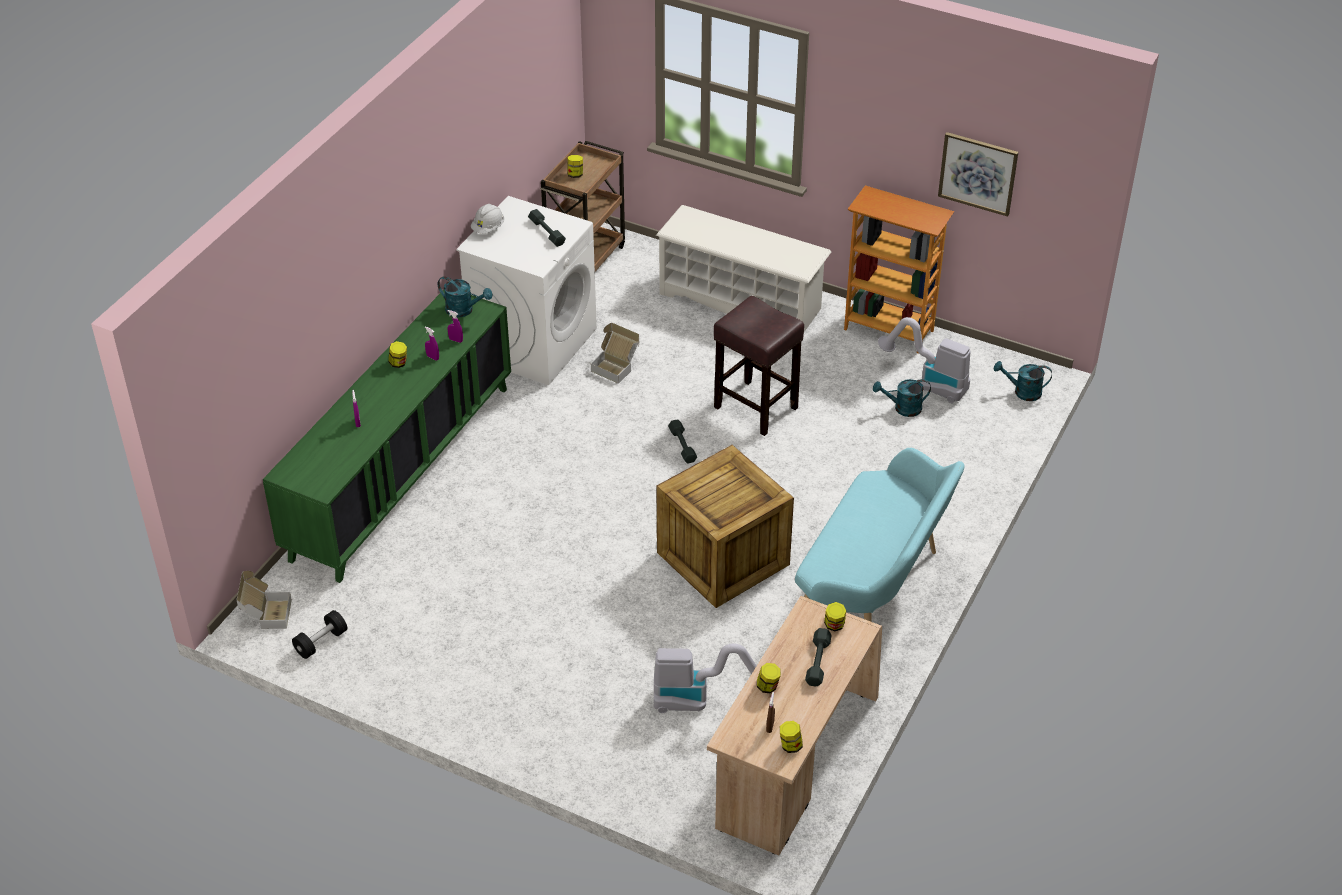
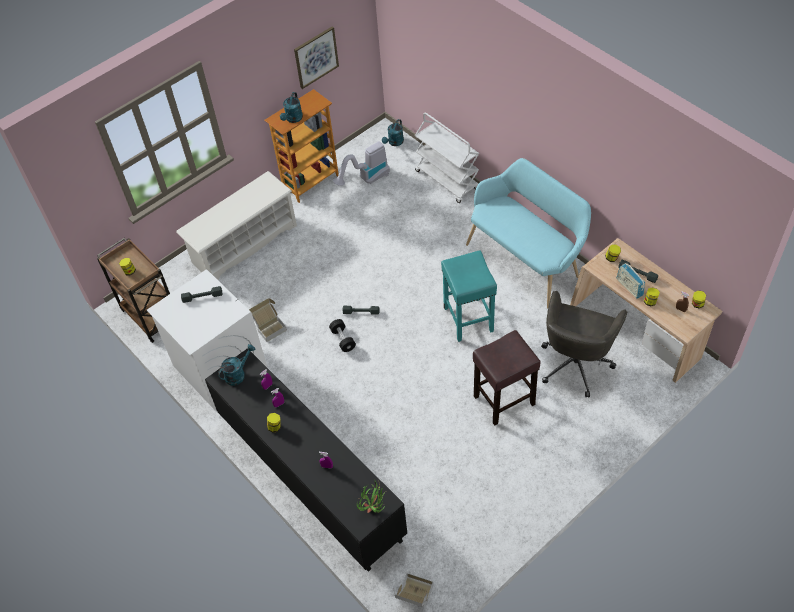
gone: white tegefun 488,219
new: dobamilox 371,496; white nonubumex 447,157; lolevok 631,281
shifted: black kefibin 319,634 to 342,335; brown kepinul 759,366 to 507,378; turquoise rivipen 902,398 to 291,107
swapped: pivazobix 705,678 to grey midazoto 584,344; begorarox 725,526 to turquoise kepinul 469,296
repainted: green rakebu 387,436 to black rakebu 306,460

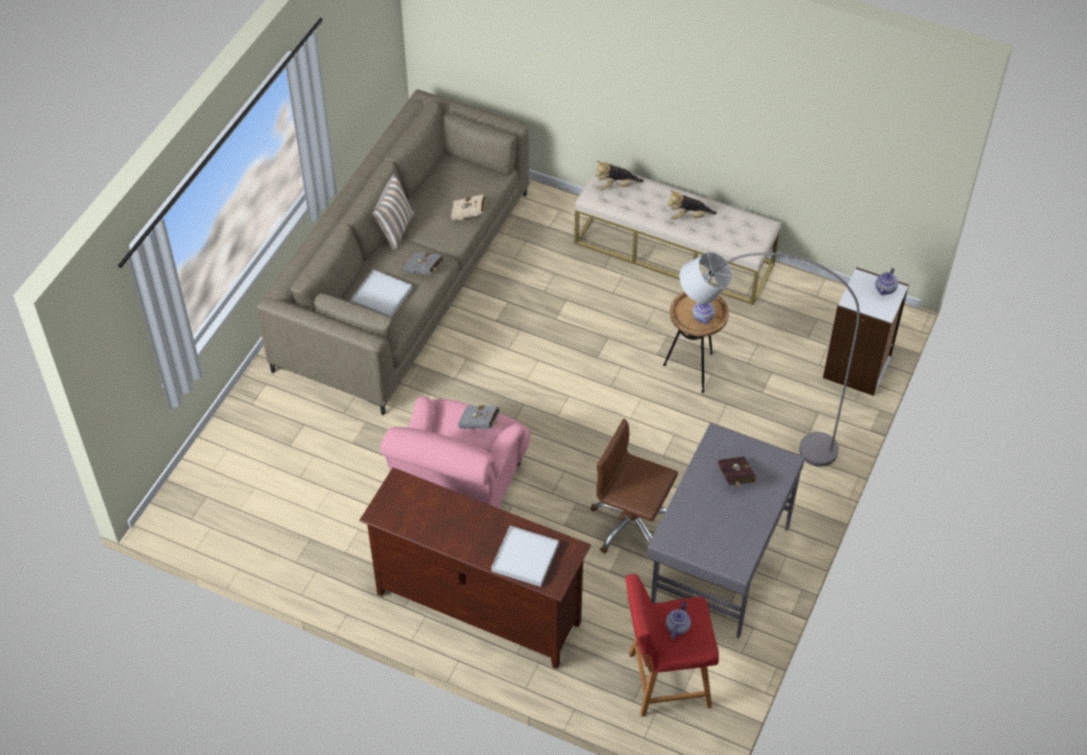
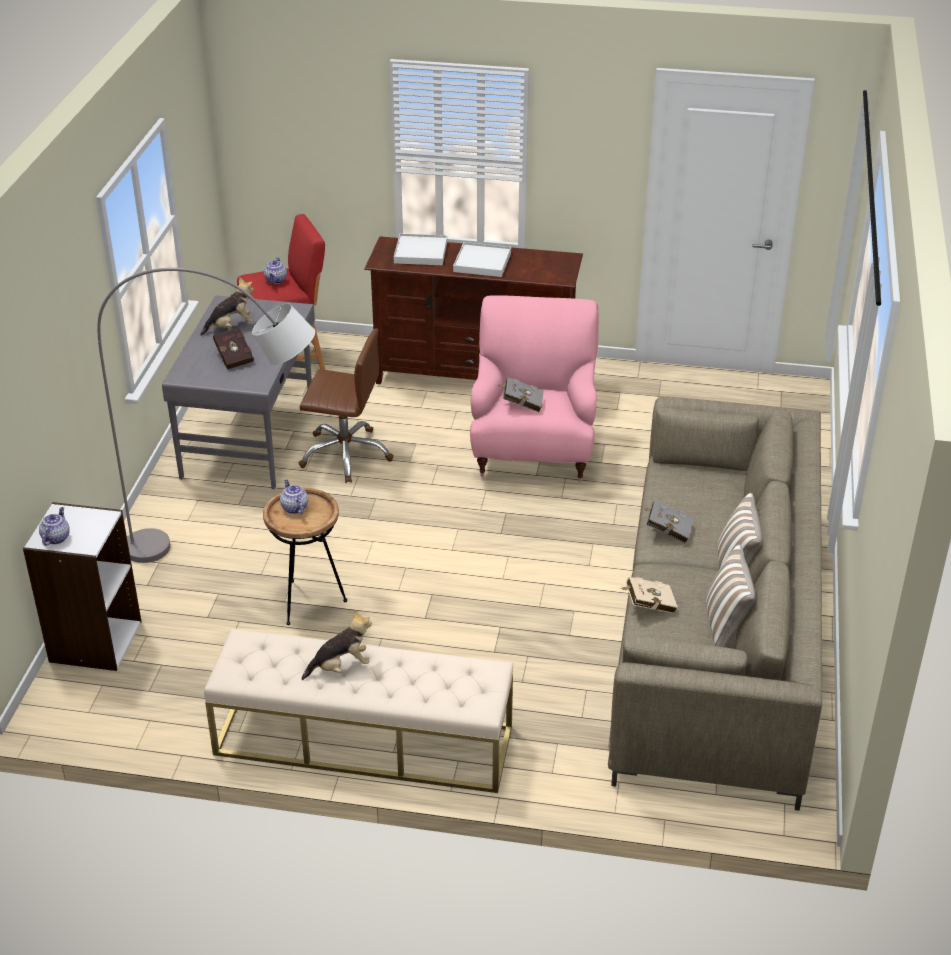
new: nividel 730,595
shifted: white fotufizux 381,294 to 482,259; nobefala 619,175 to 227,306

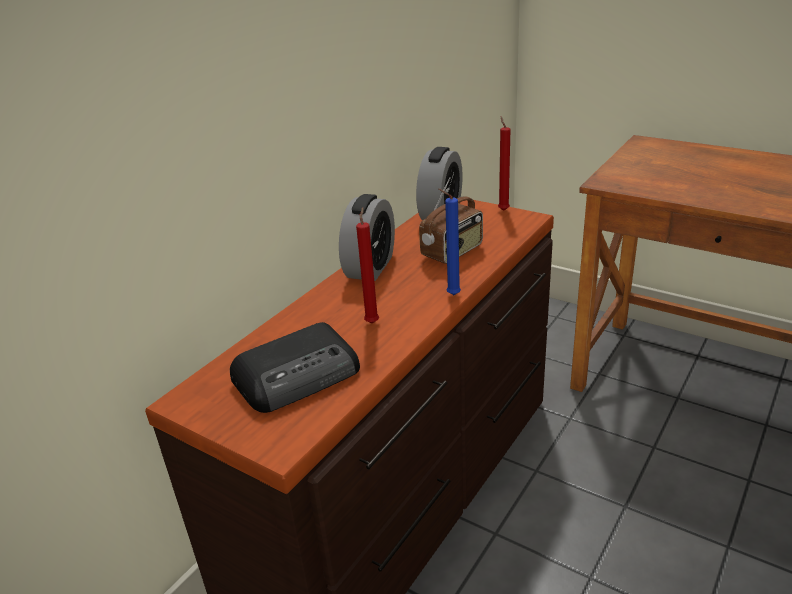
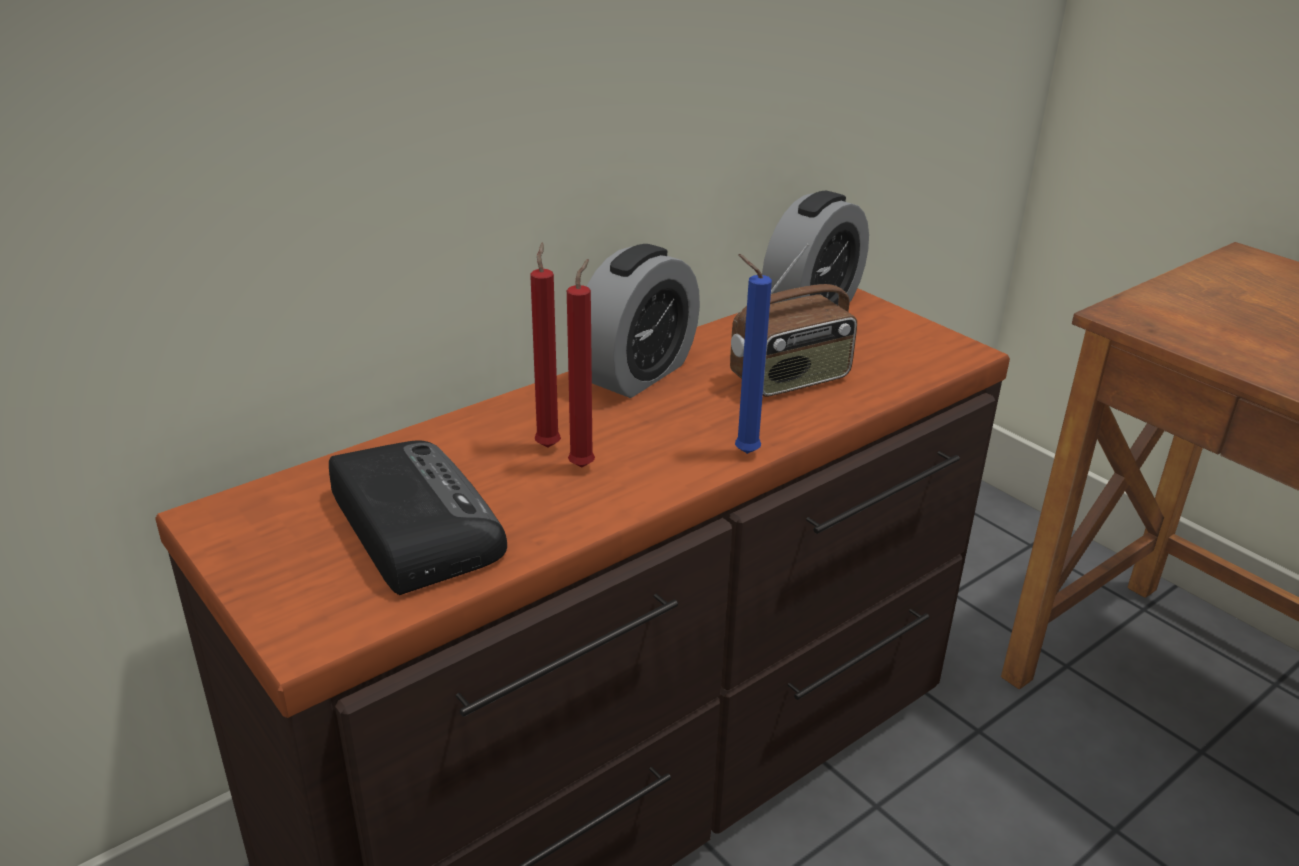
shifted: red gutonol 504,164 to 545,345
rotated: lolevok 295,367 = 418,517 105 degrees counterclockwise

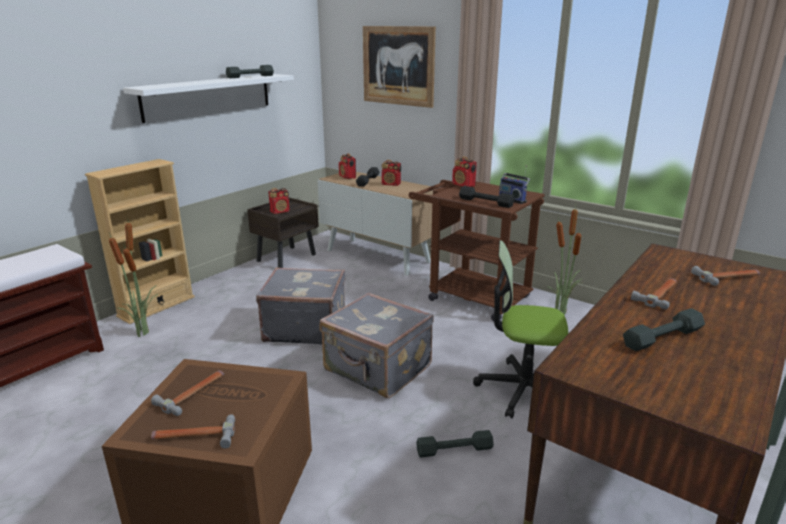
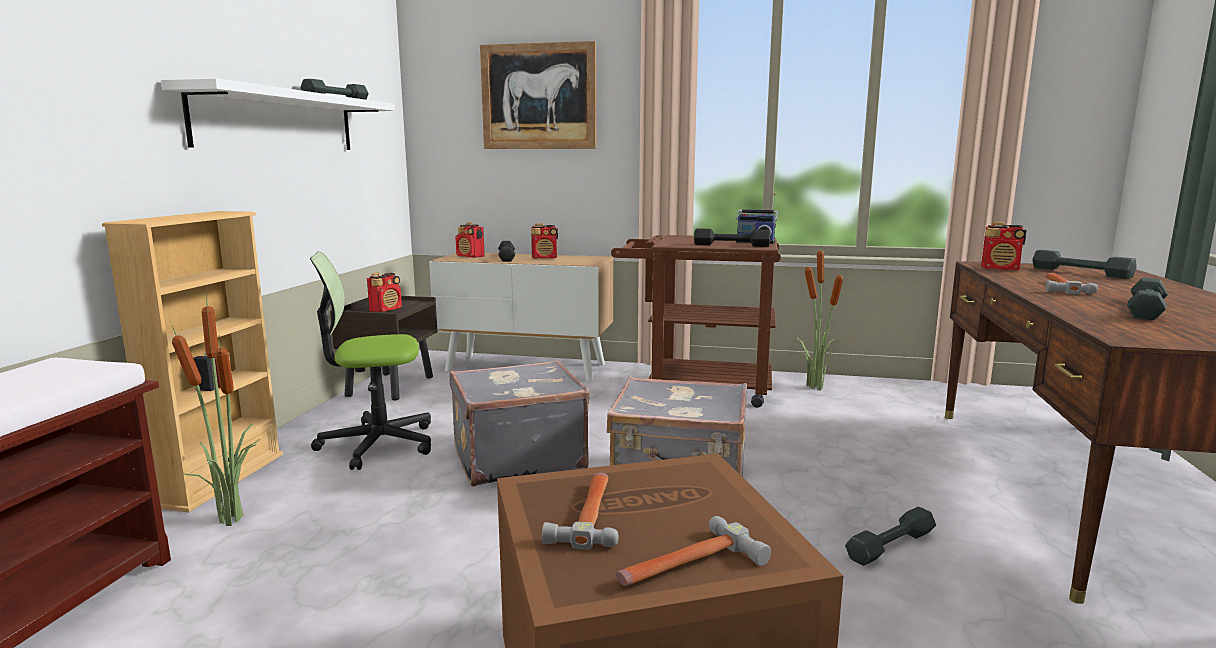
shifted: lolevok 464,171 to 1003,246; midazoto 520,329 to 370,361
swapped: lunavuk 725,276 to grey kefibin 1084,264

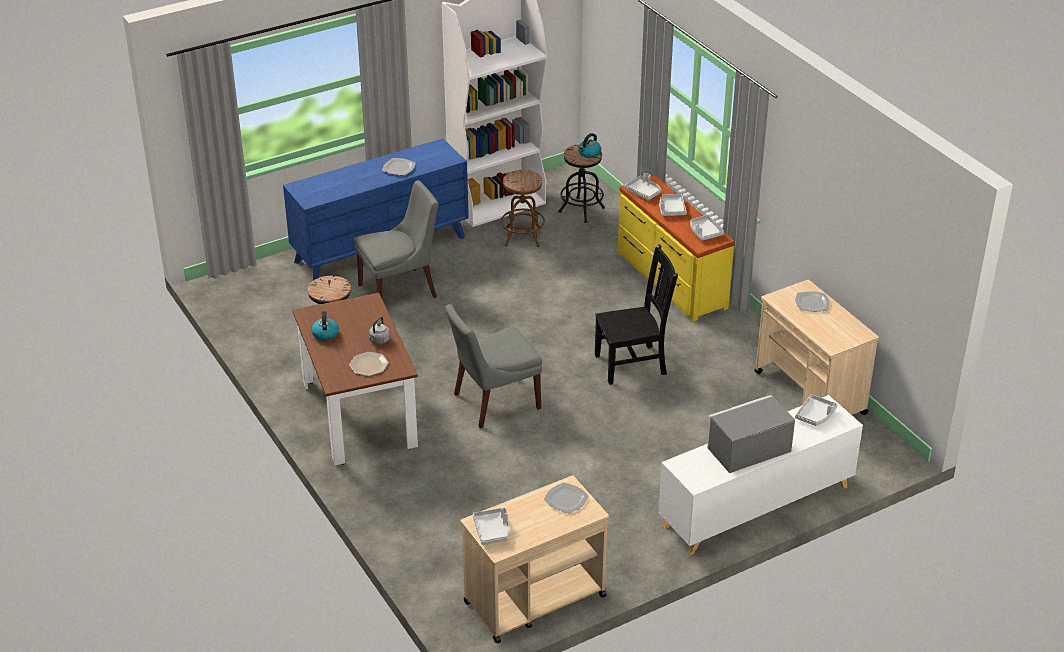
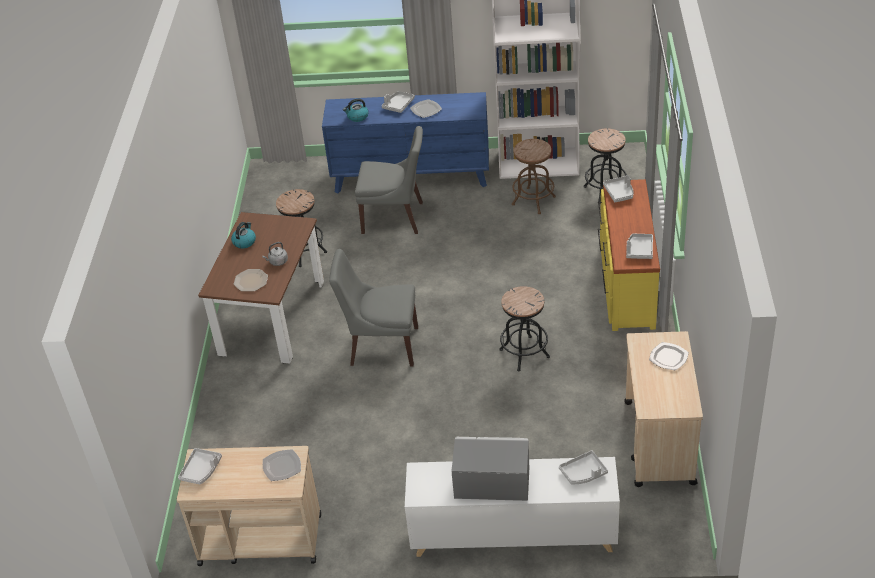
shifted: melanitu 589,145 to 356,110; grey fotufizux 673,205 to 398,102
swapped: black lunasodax 636,314 to black kepinul 524,328

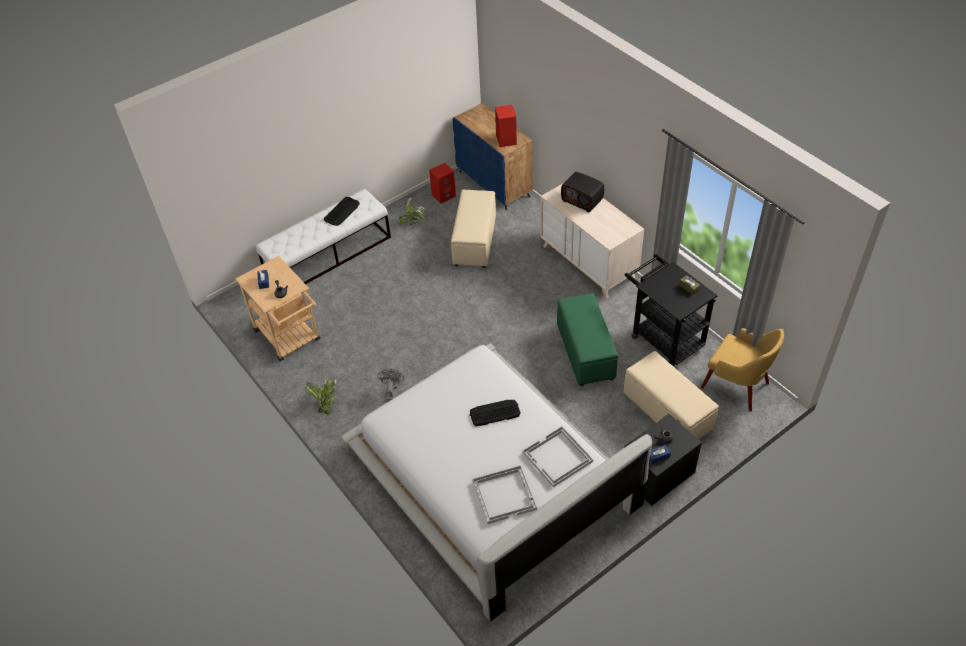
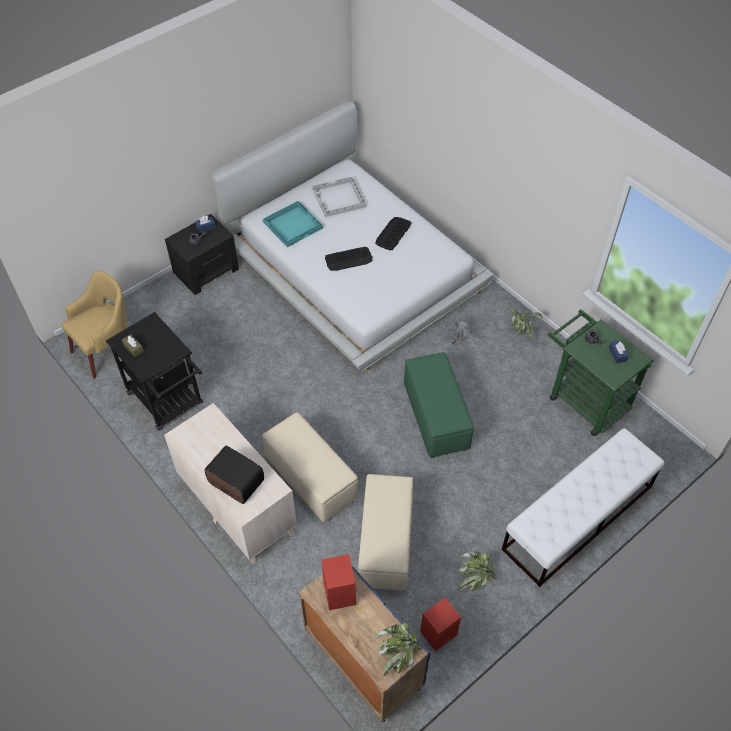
new: dobamilox 399,649
shifted: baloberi 342,211 to 393,233; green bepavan 587,339 to 439,405; beige bepavan 671,395 to 310,467
repainted: beige nonubumex 278,309 to green nonubumex 601,372; white fotufizux 558,457 to turquoise fotufizux 293,224
rotated: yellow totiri 742,370 = 94,324 105 degrees clockwise

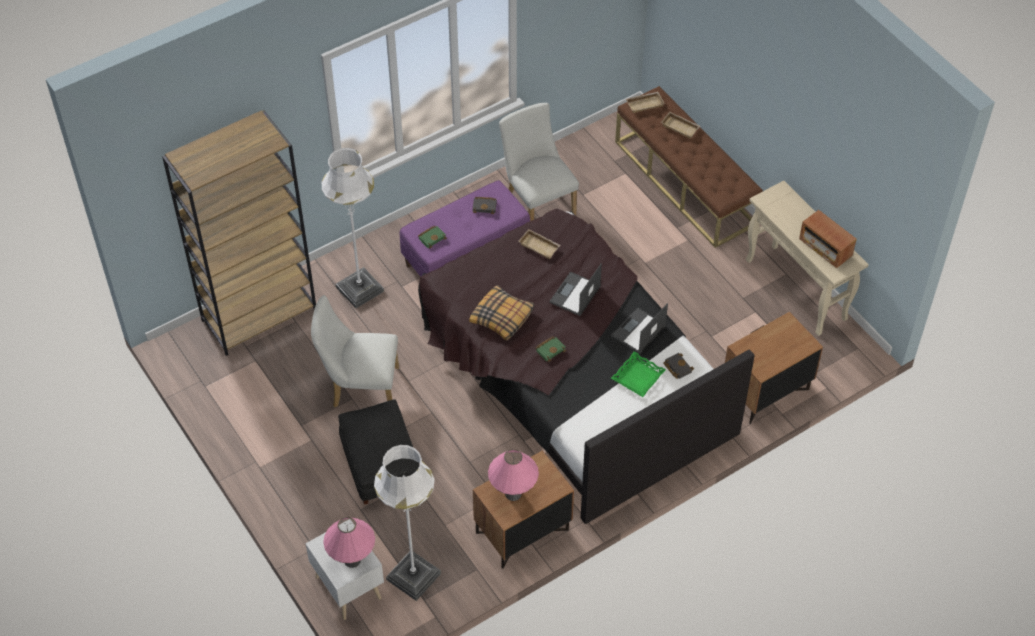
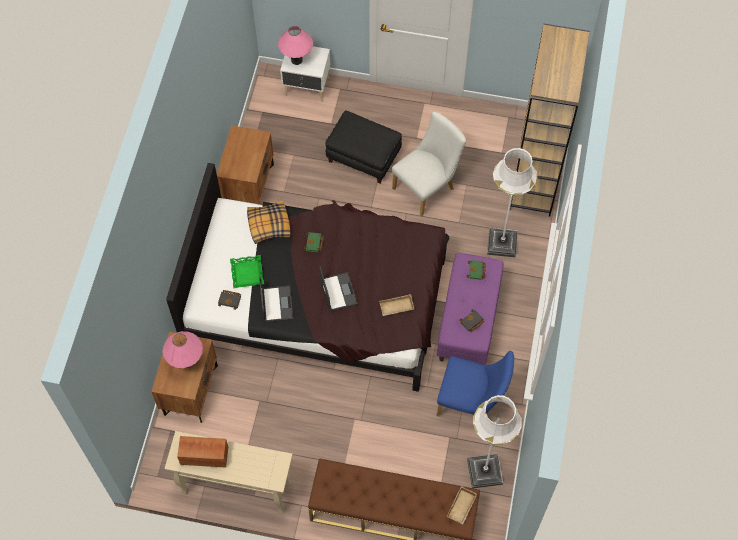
gone: beige fotufizux 680,125
shifted: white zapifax 407,523 to 494,441; nividel 501,313 to 269,222; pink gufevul 513,475 to 182,349
repainted: white lunasodax 539,162 to blue lunasodax 475,383

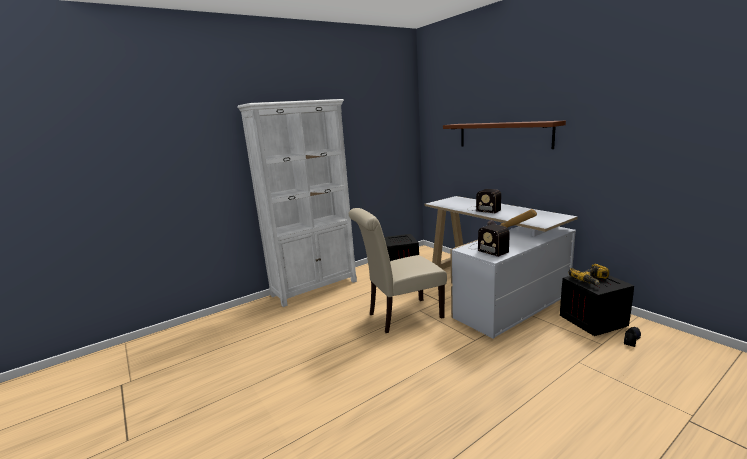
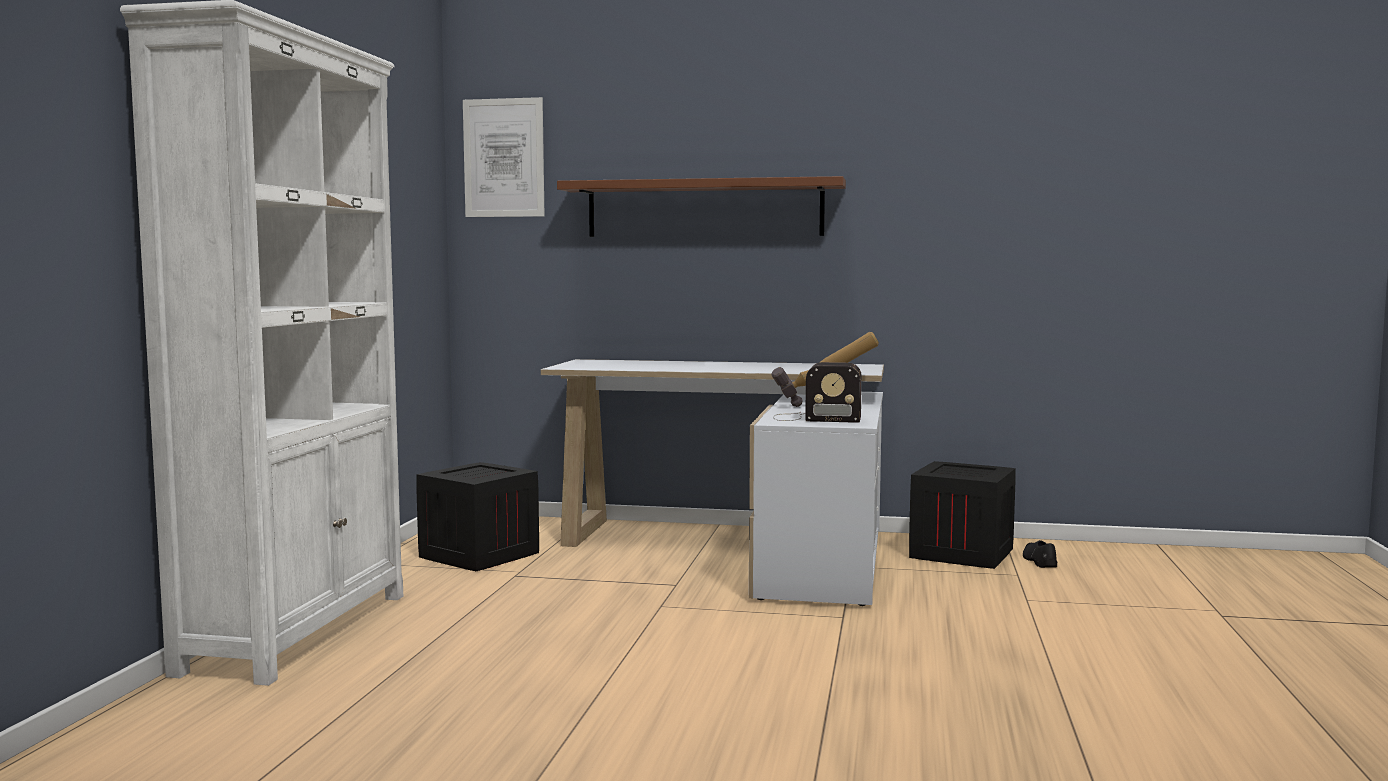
gone: beige lunasodax 398,270; lolevok 484,201; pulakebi 589,274
new: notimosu 504,157

